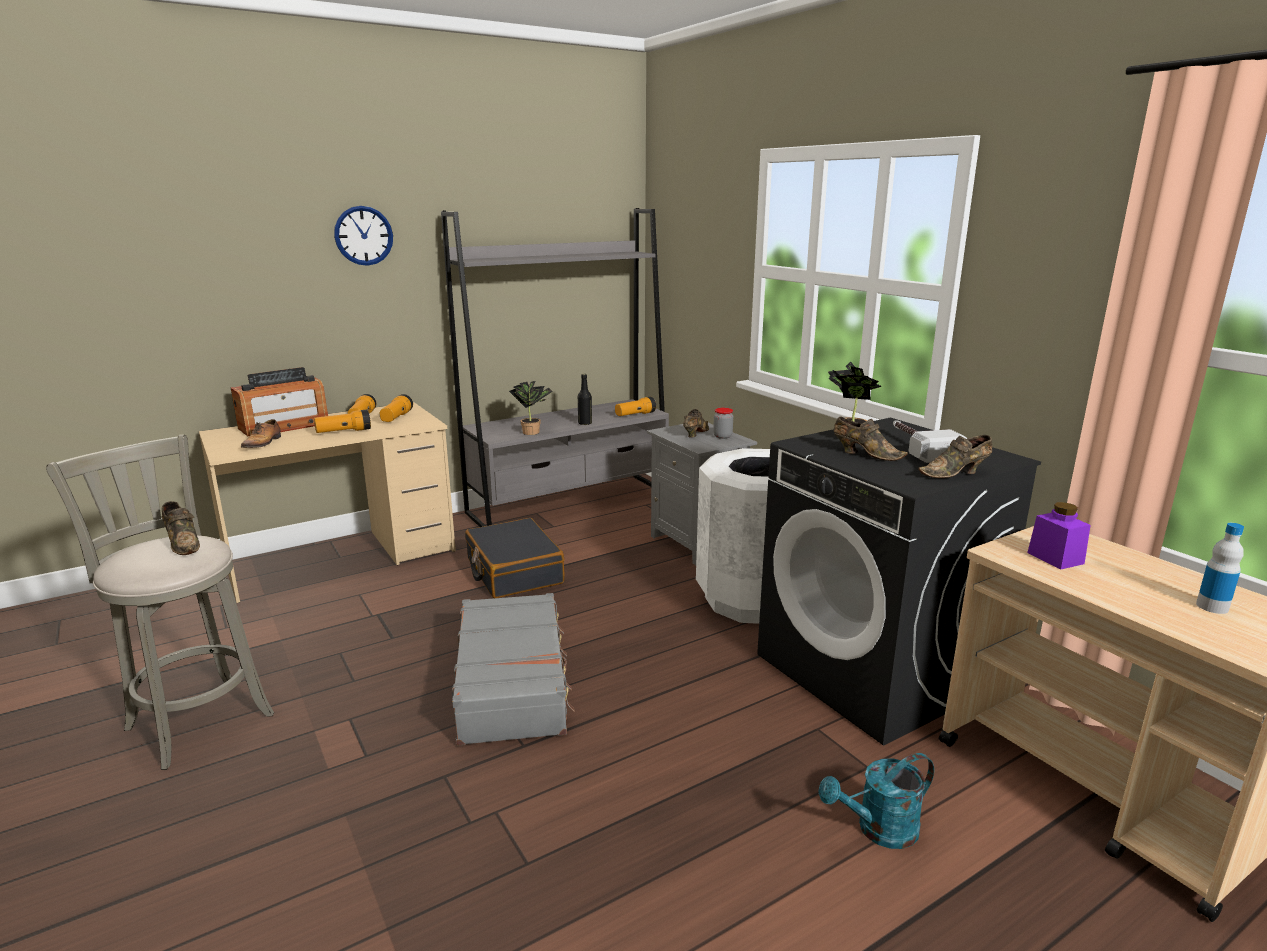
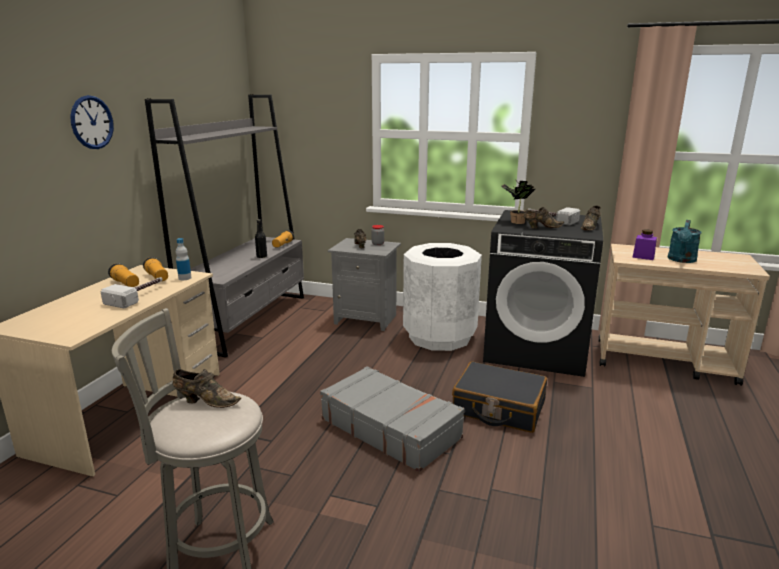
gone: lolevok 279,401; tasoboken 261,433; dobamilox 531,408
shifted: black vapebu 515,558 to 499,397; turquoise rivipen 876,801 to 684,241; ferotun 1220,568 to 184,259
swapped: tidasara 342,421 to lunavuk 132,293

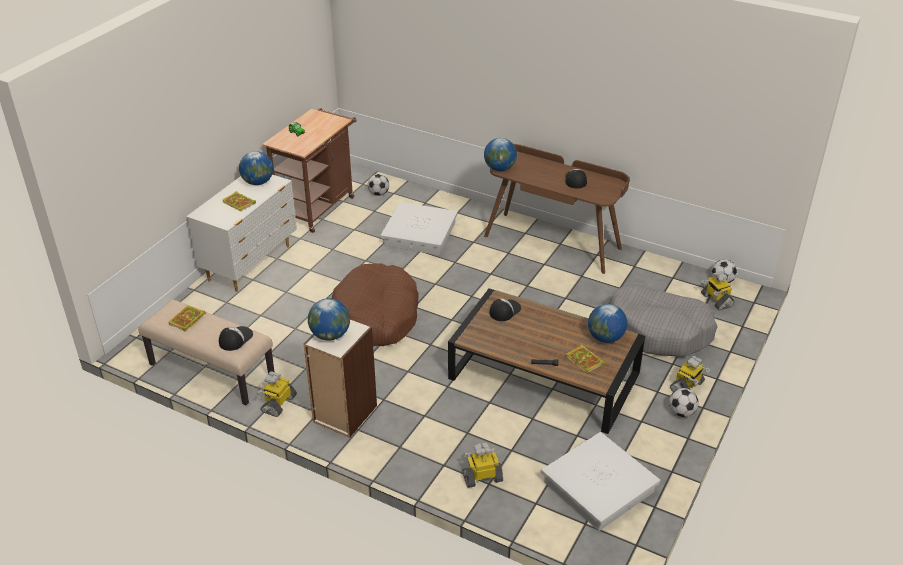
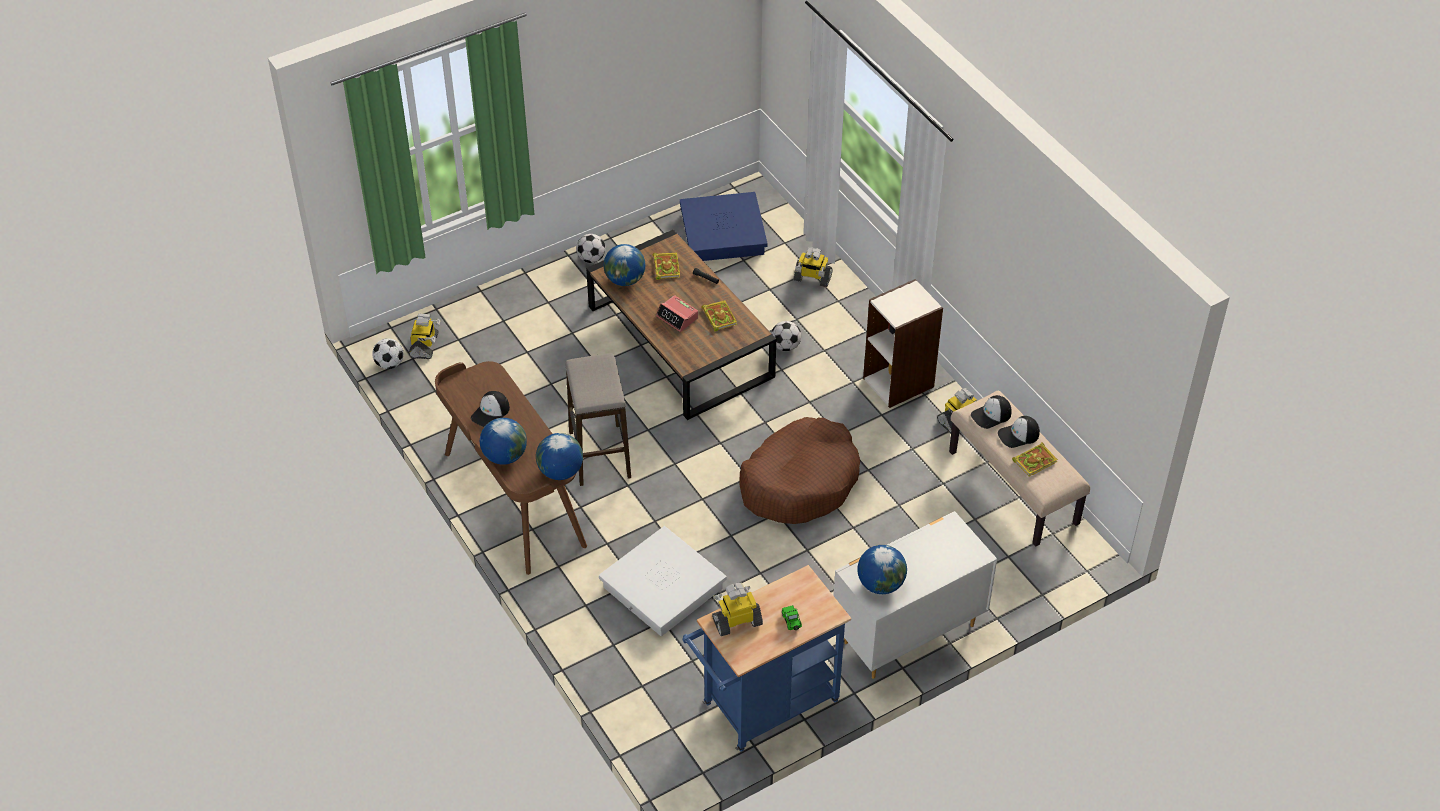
gone: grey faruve 664,321
new: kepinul 598,419; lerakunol 677,313
shifted: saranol 239,201 to 719,316; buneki 329,319 to 503,441; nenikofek 378,185 to 786,336; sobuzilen 505,310 to 1019,432; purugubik 690,374 to 737,609
repainted: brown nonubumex 309,170 to blue nonubumex 766,658; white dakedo 600,481 to blue dakedo 723,226

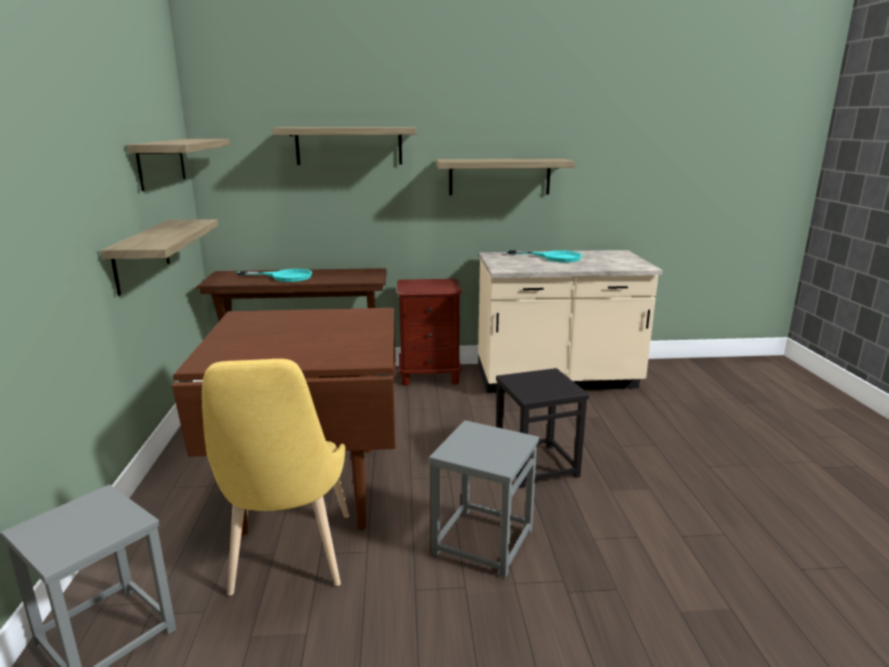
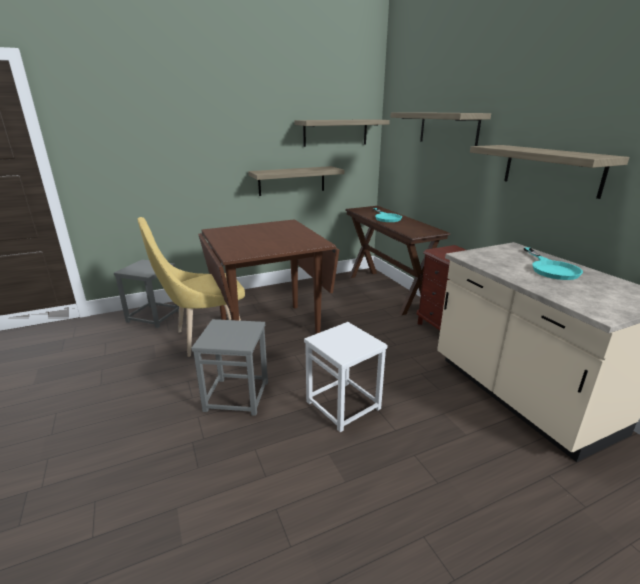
repainted: black kepinul 542,428 to white kepinul 346,377

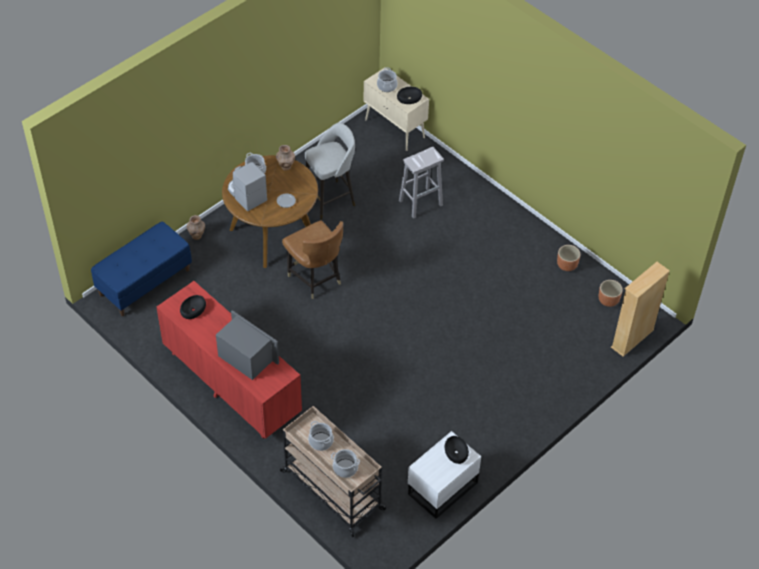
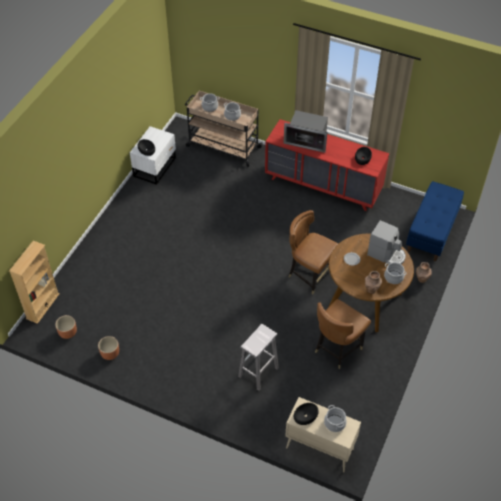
swapped: grey kepinul 330,171 to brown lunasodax 343,334

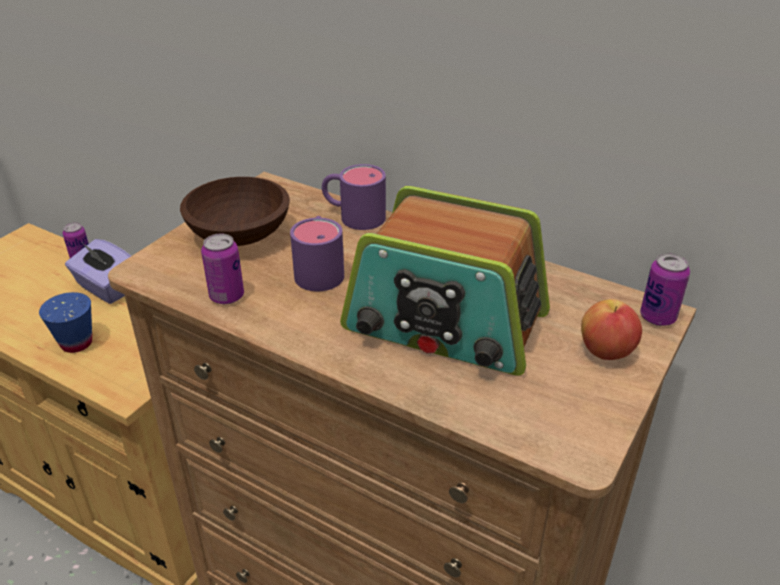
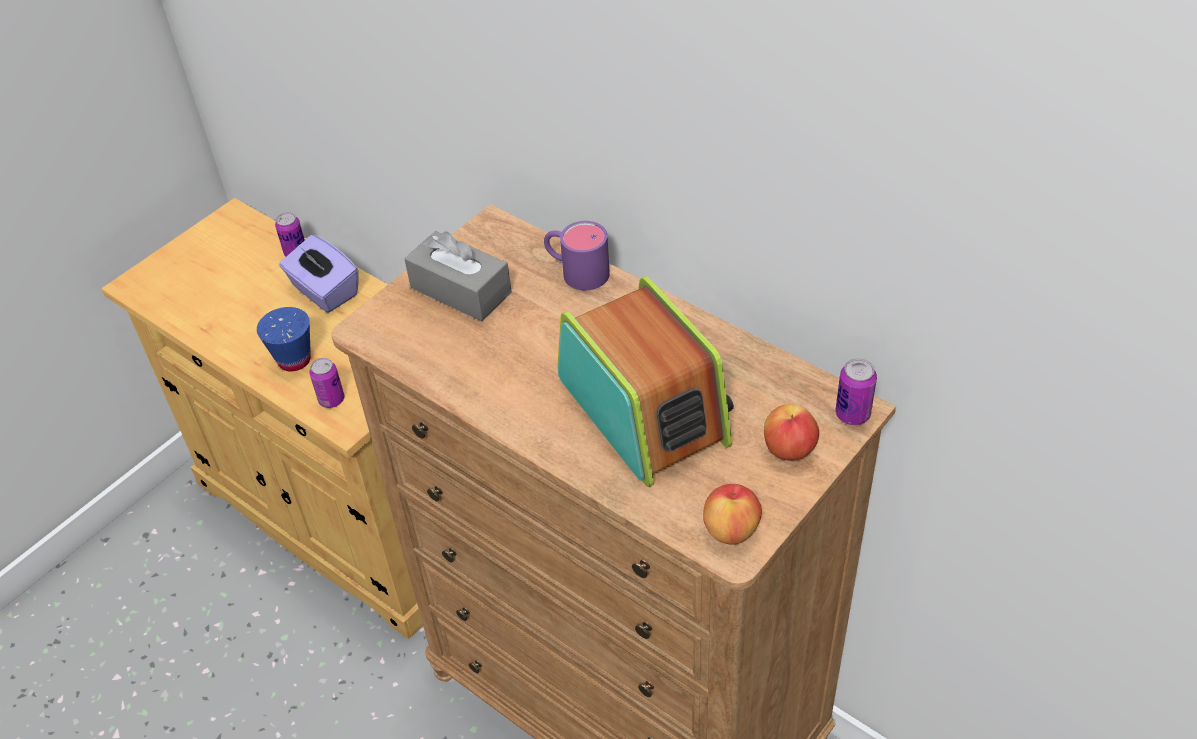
gone: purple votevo 317,253
new: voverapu 732,514
shifted: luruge 222,269 to 326,383
swapped: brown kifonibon 235,211 to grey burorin 458,276
rotated: lolevok 445,281 = 645,381 150 degrees counterclockwise

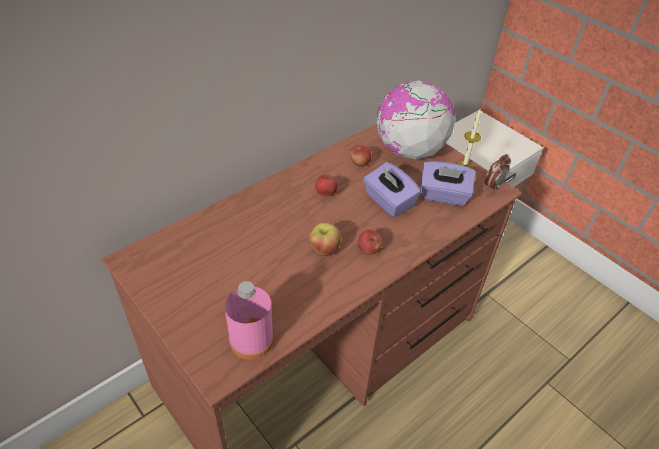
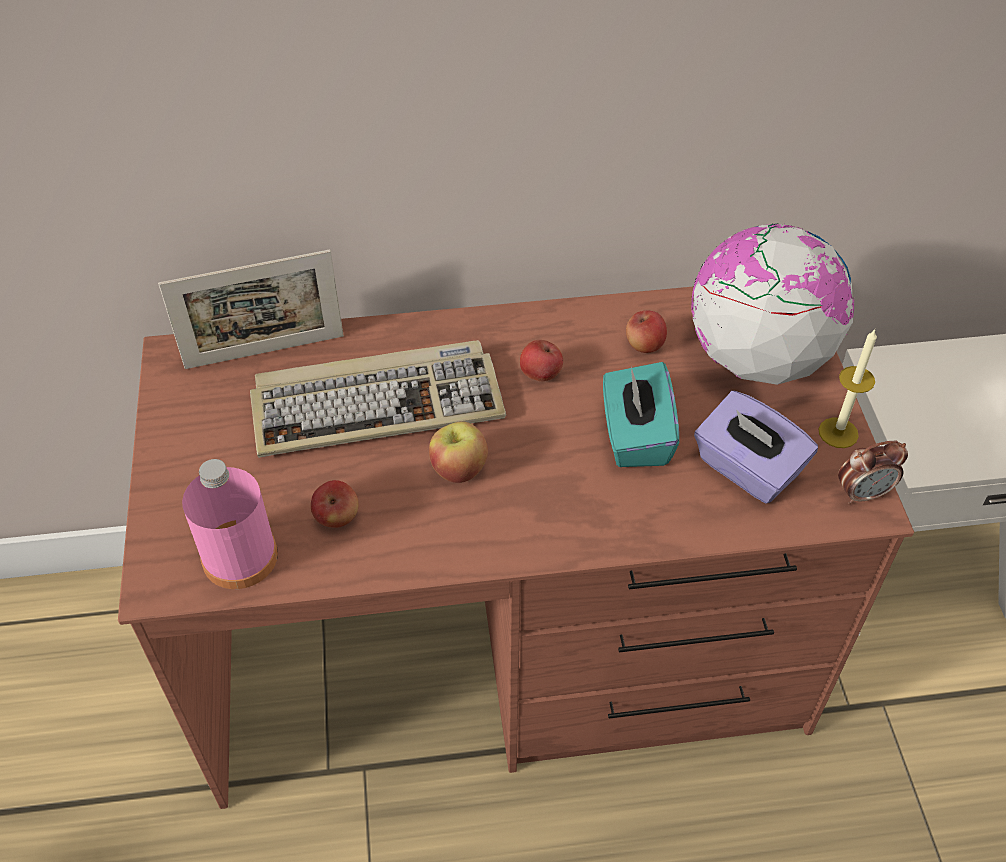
new: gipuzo 251,309; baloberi 378,399
shifted: voverapu 370,242 to 335,504
repainted: purple burorin 392,189 to turquoise burorin 641,414

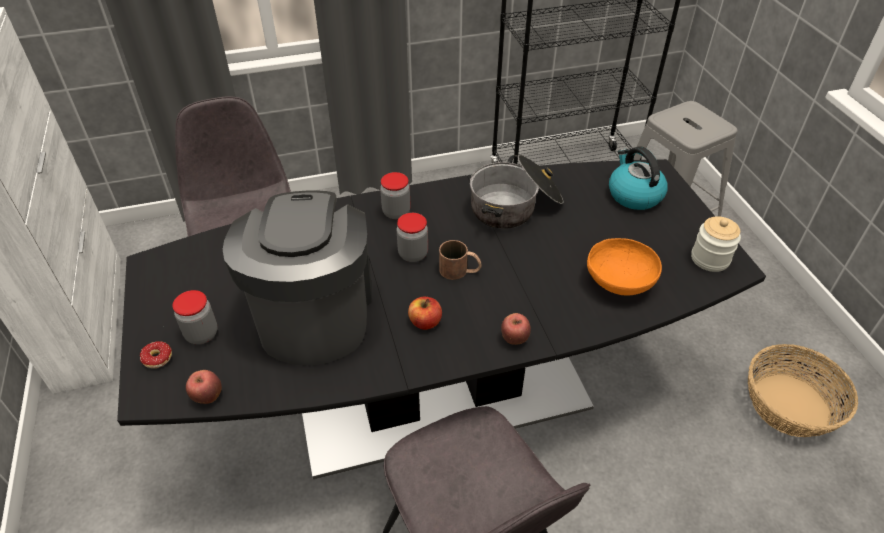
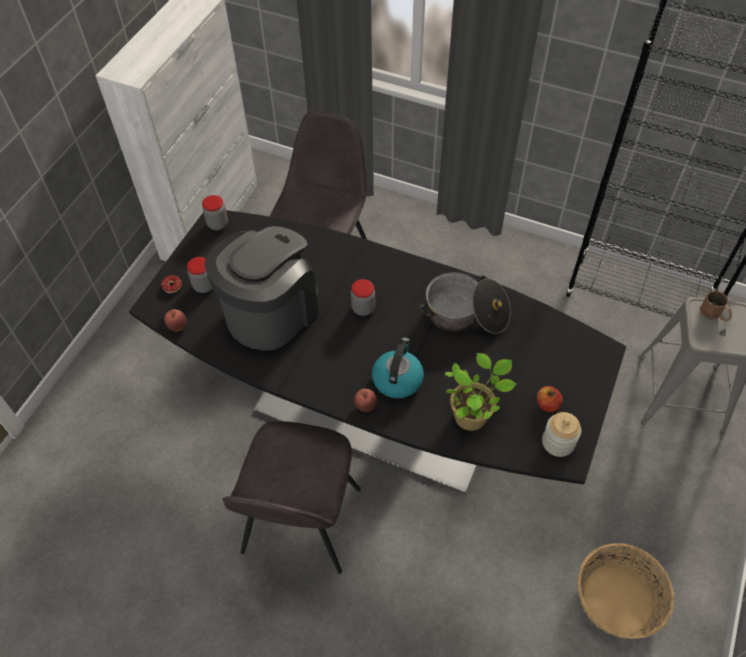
shifted: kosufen 395,195 to 215,212; voverapu 425,313 to 550,399; brown votevo 460,260 to 716,306; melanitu 638,178 to 398,368
swapped: orange kifonibon 624,267 to dobamilox 480,392

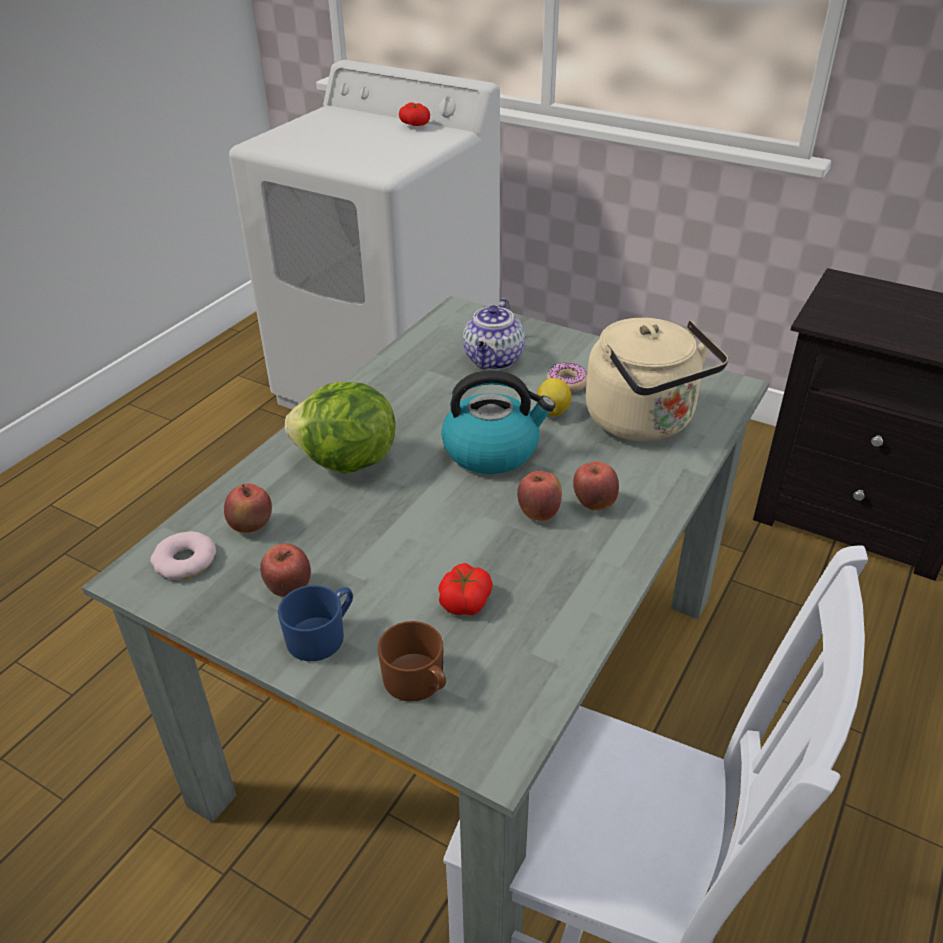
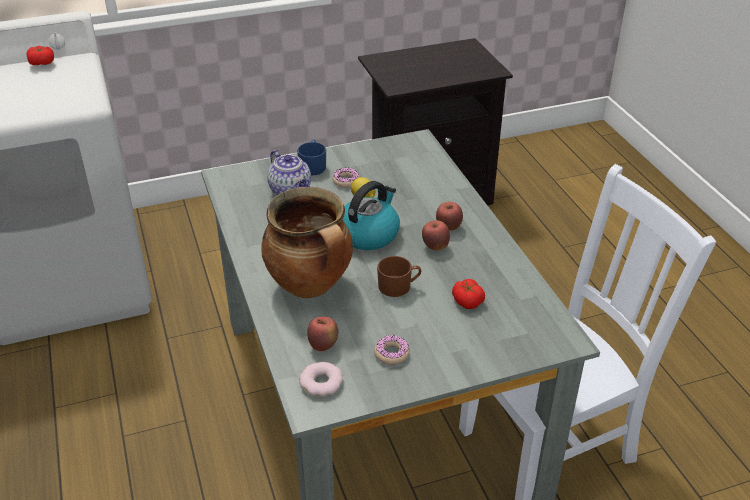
gone: beige melanitu 657,380
shifted: blue votevo 315,623 to 311,157; brown votevo 412,661 to 399,276
swapped: voverapu 285,570 to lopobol 392,350; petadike 340,428 to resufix 307,242

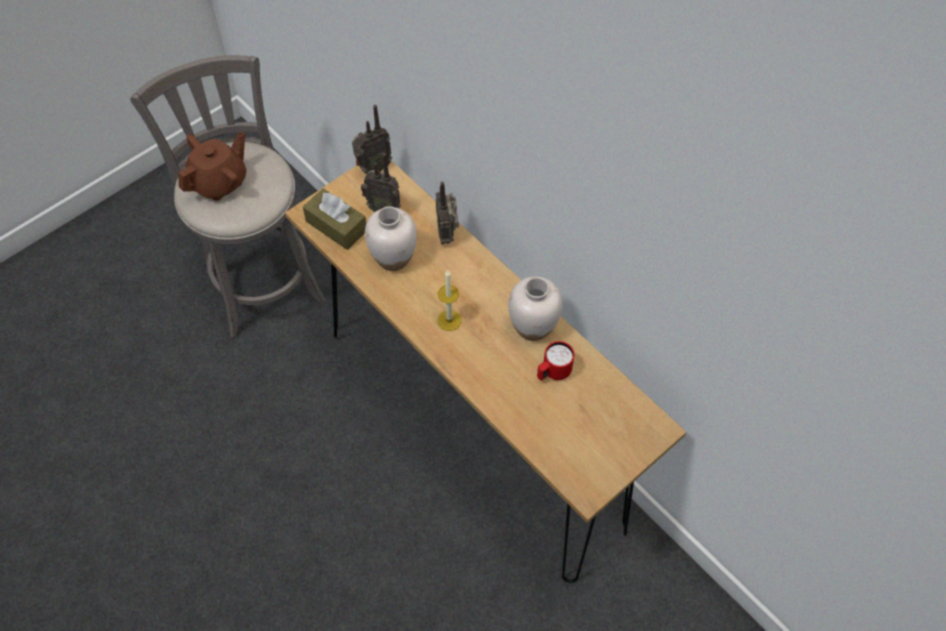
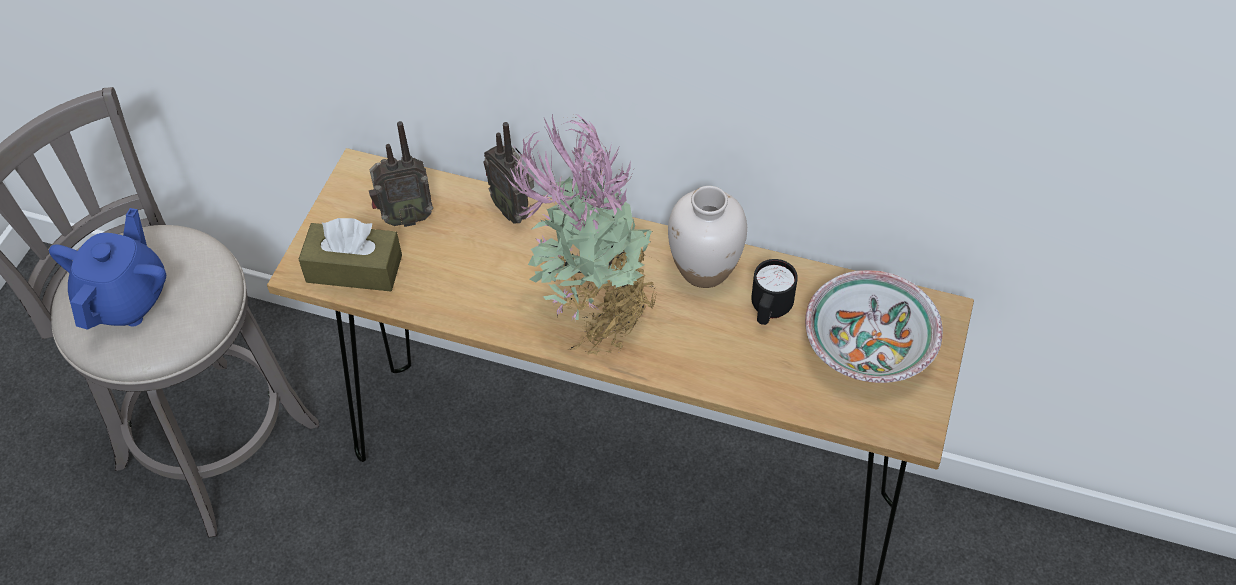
gone: lolevok 372,139; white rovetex 391,238
new: kifonibon 874,326
swapped: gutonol 449,300 to dobamilox 583,234
repainted: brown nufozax 212,166 to blue nufozax 107,269; red votevo 556,360 to black votevo 774,292

